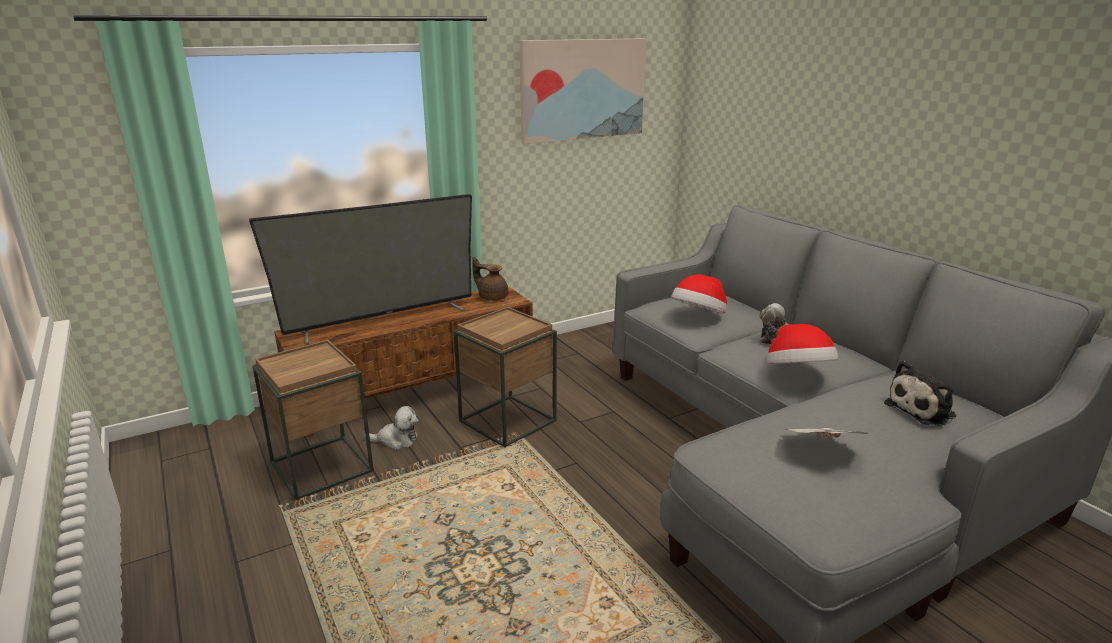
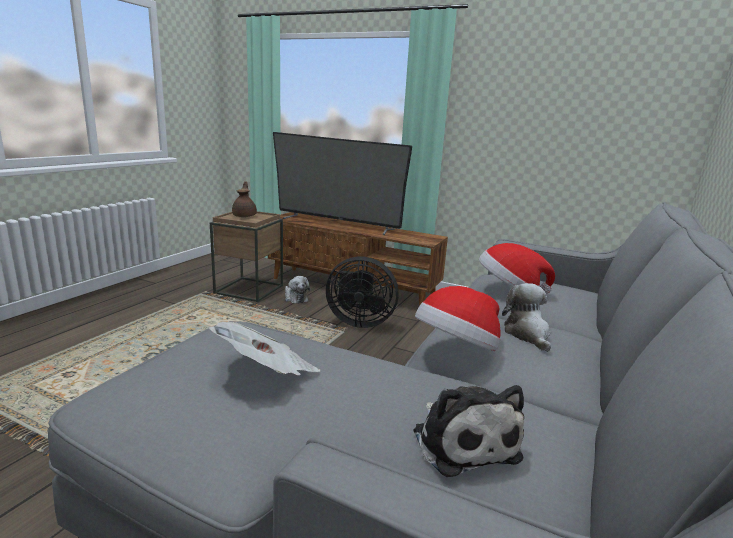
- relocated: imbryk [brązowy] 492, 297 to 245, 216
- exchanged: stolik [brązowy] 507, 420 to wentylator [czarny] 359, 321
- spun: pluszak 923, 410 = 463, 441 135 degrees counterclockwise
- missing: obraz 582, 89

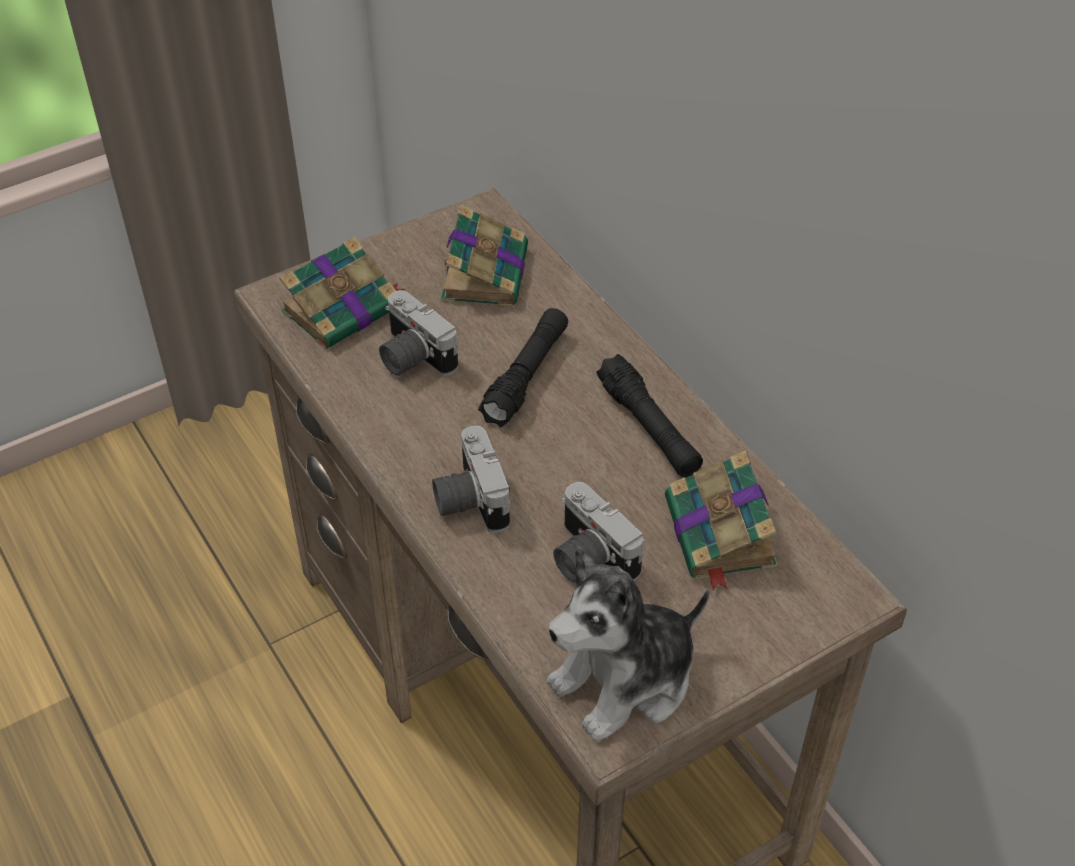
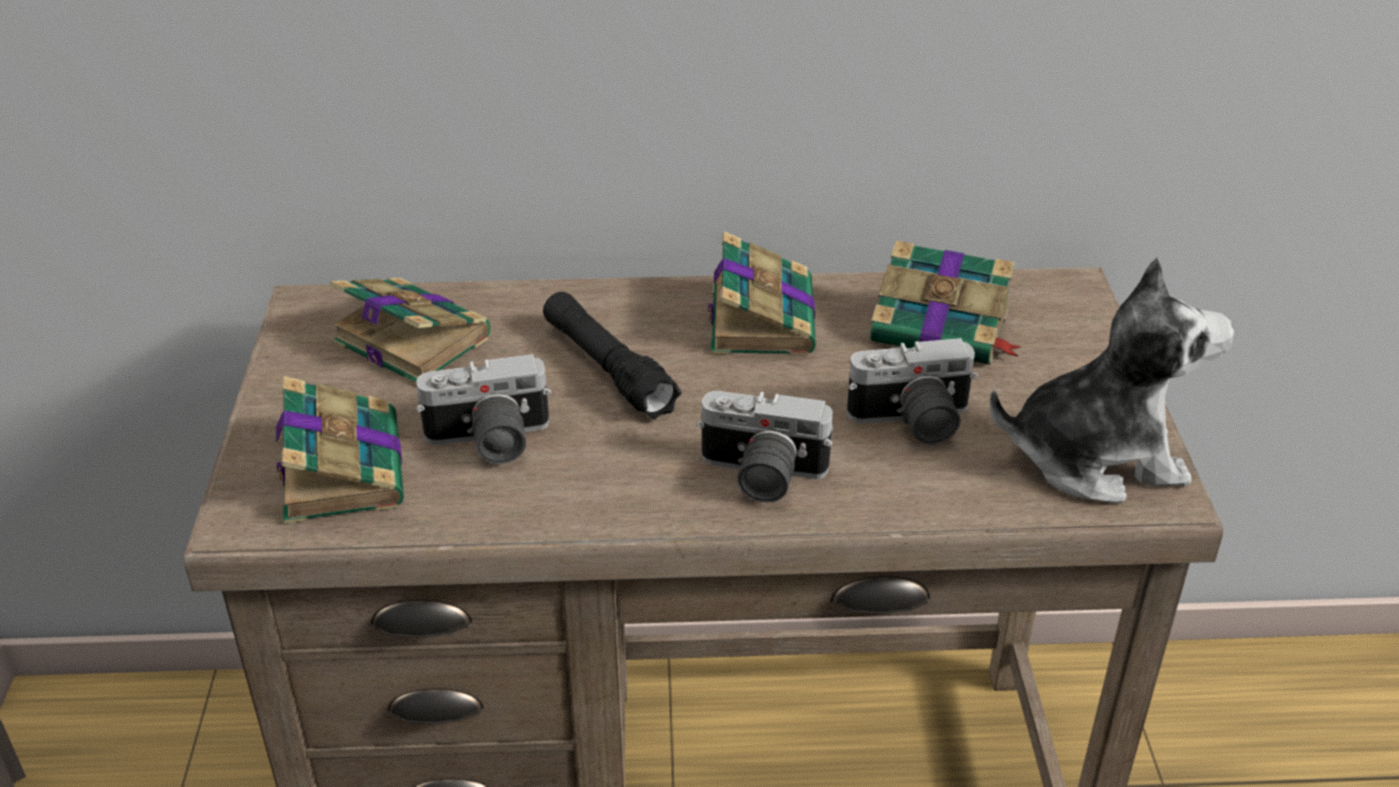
- exchanged: latarka [czarny] 649, 428 to książka 761, 318
- spun: pluszak 625, 680 = 1095, 457 90 degrees counterclockwise

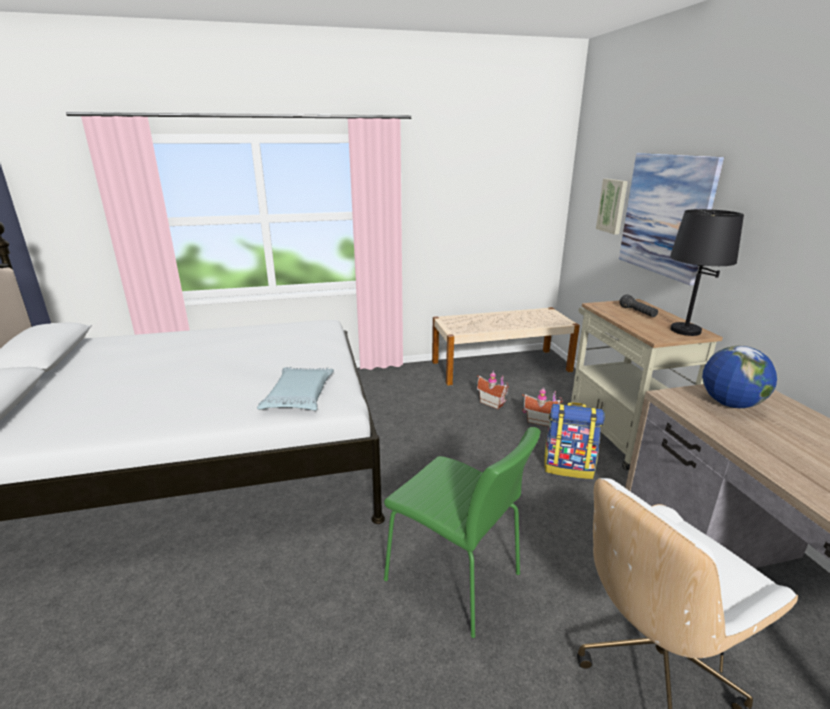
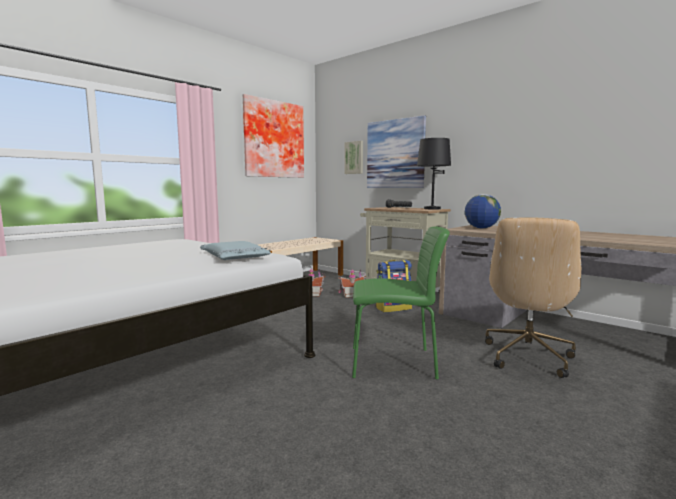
- appeared: obraz 273, 139

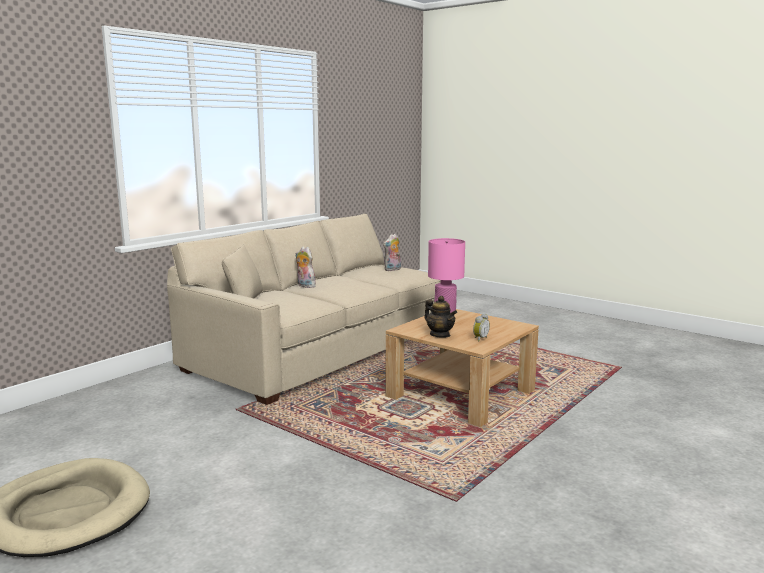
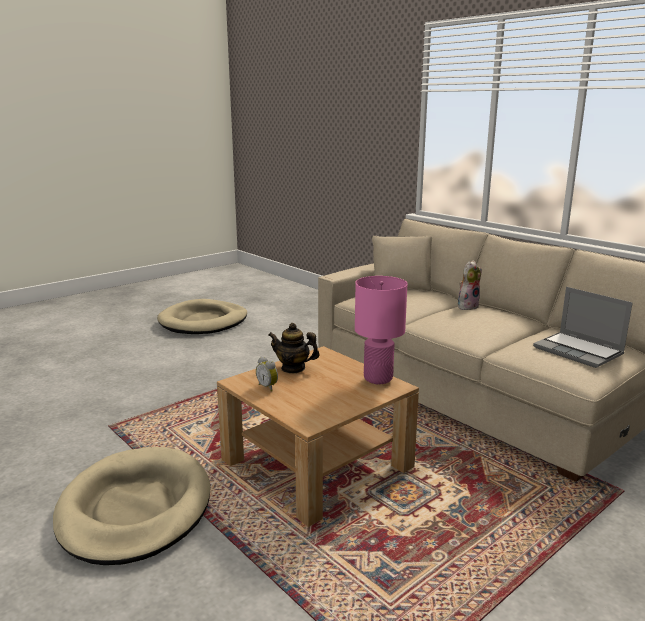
- appeared: legowisko [beżowy] 135, 509
- spun: imbryk 440, 335 = 293, 368 45 degrees clockwise
- exchanged: pluszak 392, 270 to laptop 579, 351

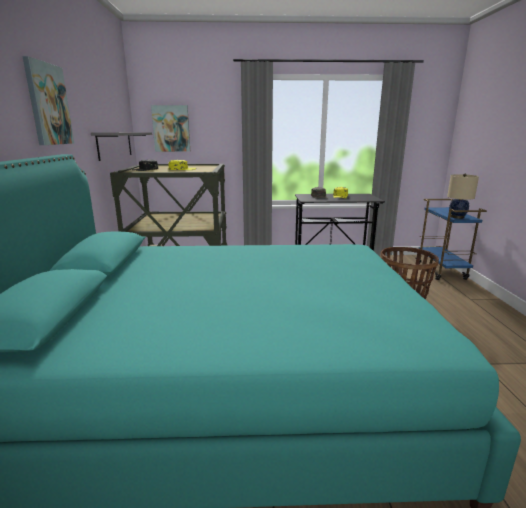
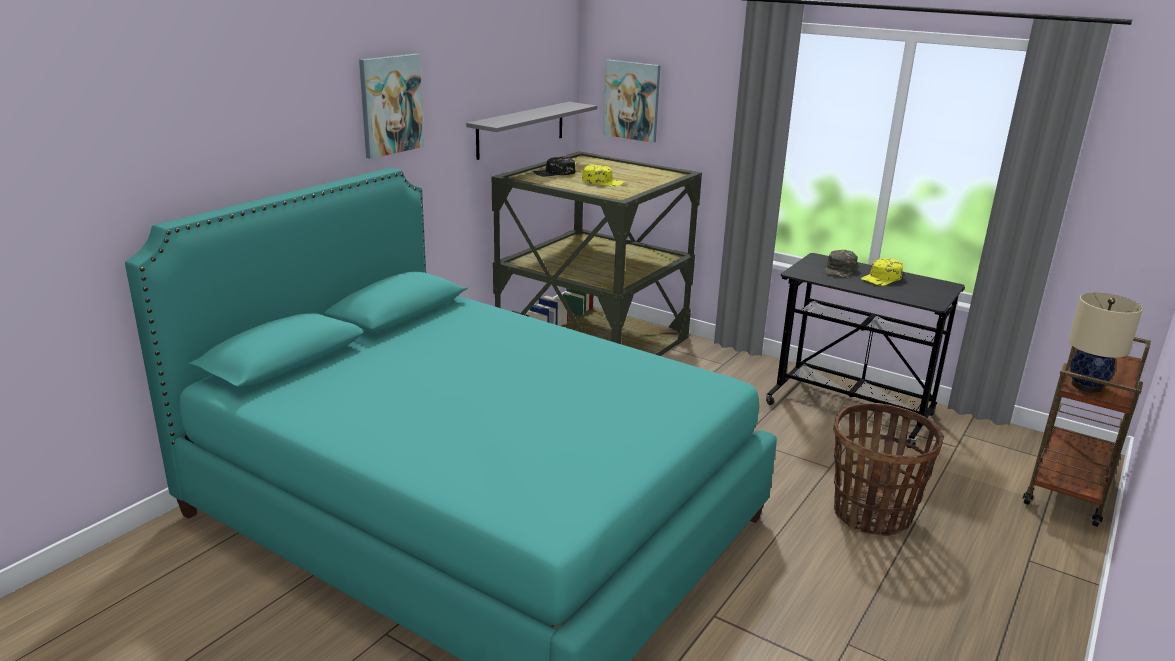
- colour: wózek [niebieski] 441, 272 to wózek [brązowy] 1065, 494

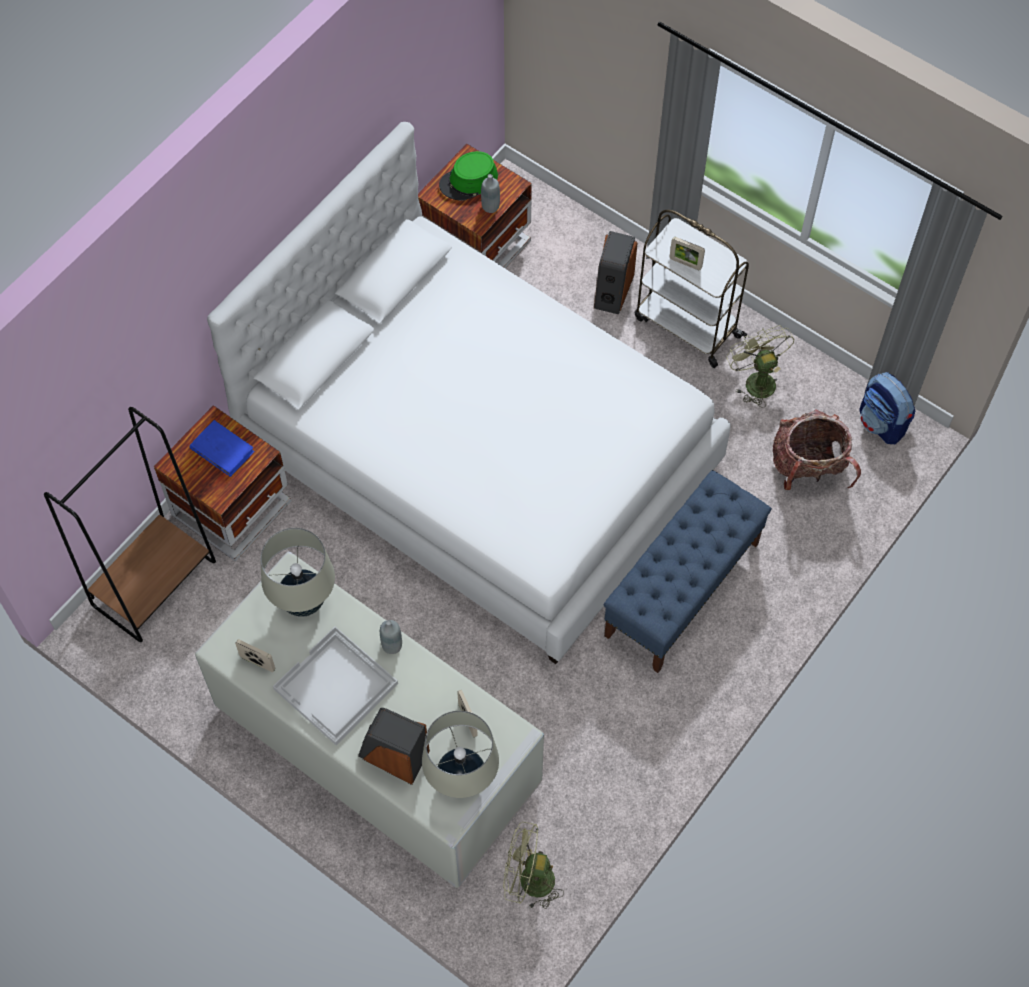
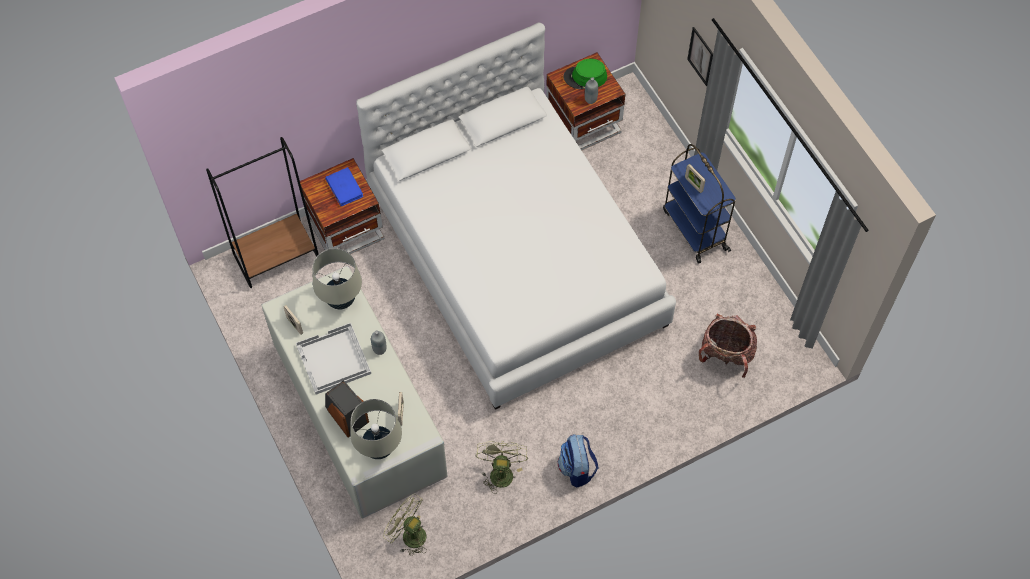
- relocated: wentylator [zielony] 756, 380 to 500, 471
- relocated: plecak 882, 423 to 577, 468
- colour: wózek [biały] 686, 326 to wózek [niebieski] 694, 229
- appeared: obraz 700, 56
- missing: głośnik 612, 290
- missing: ławka [niebieski] 682, 588

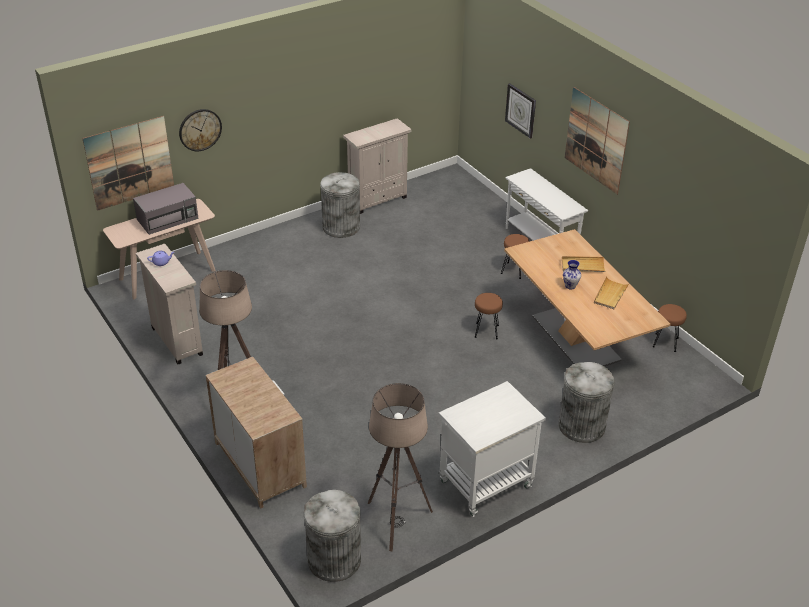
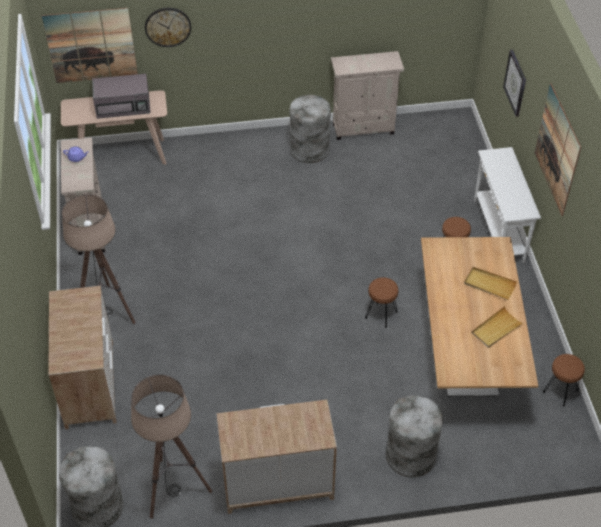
- exchanged: wózek [biały] 485, 484 to komoda 276, 483
- missing: wazon 570, 286

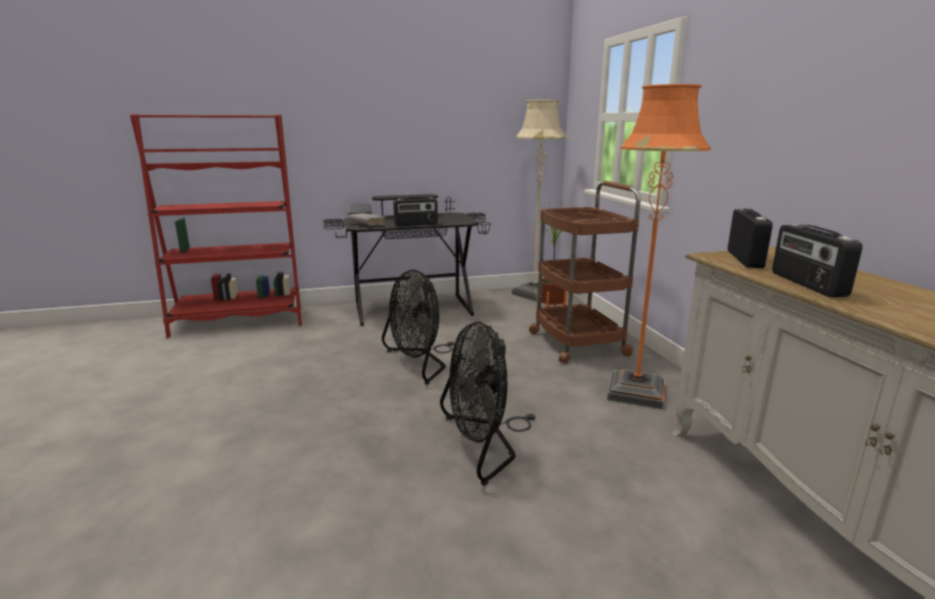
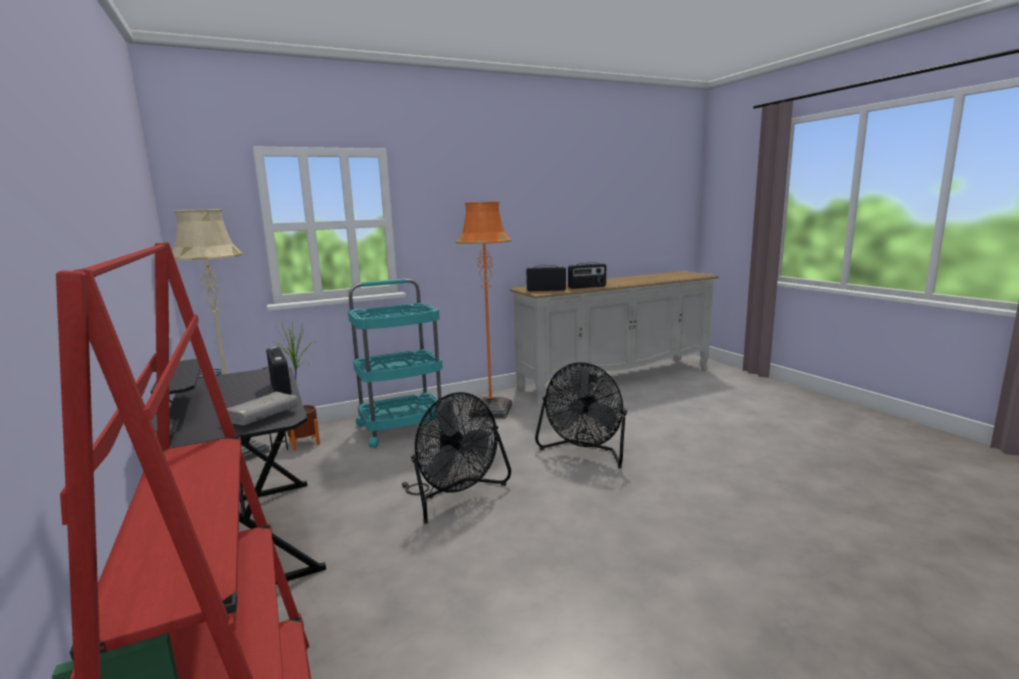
- colour: wózek [brązowy] 577, 343 to wózek [turkusowy] 402, 429
- spun: wentylator [czarny] 485, 441 = 583, 450 60 degrees clockwise

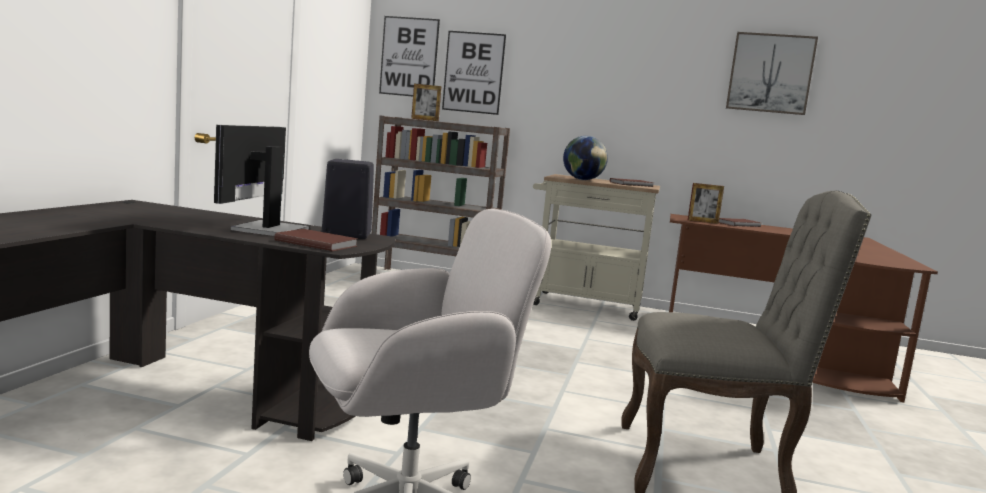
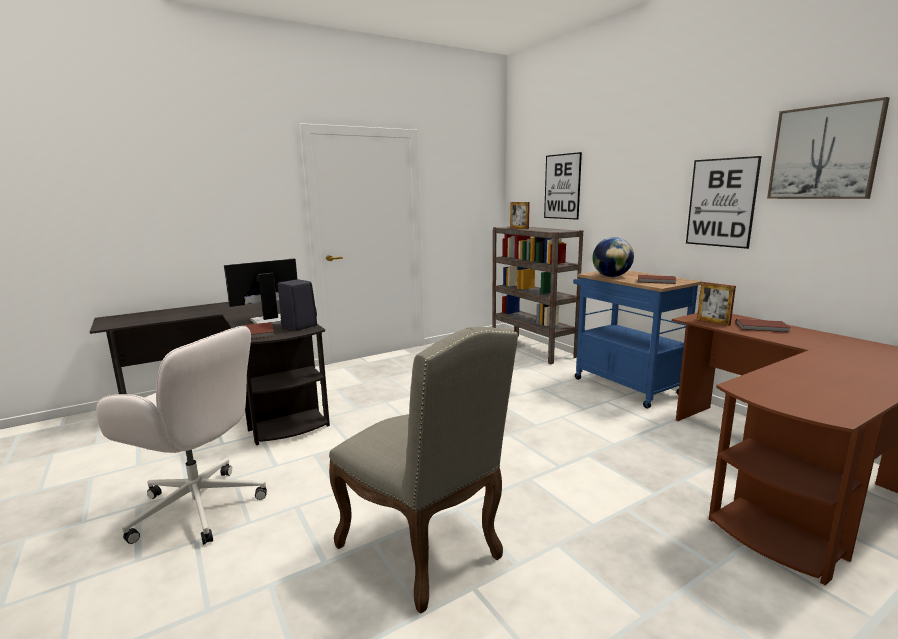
- colour: wózek [beżowy] 583, 305 to wózek [niebieski] 624, 386
- relocated: obraz 409, 57 to 721, 202

